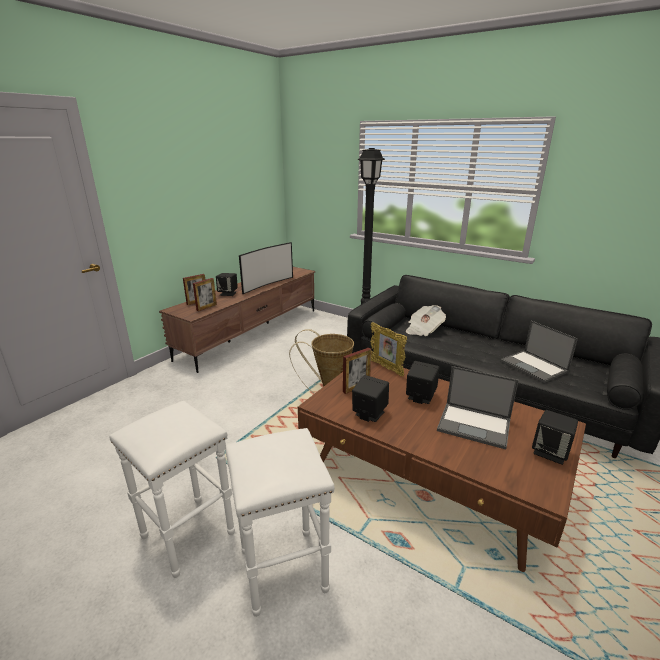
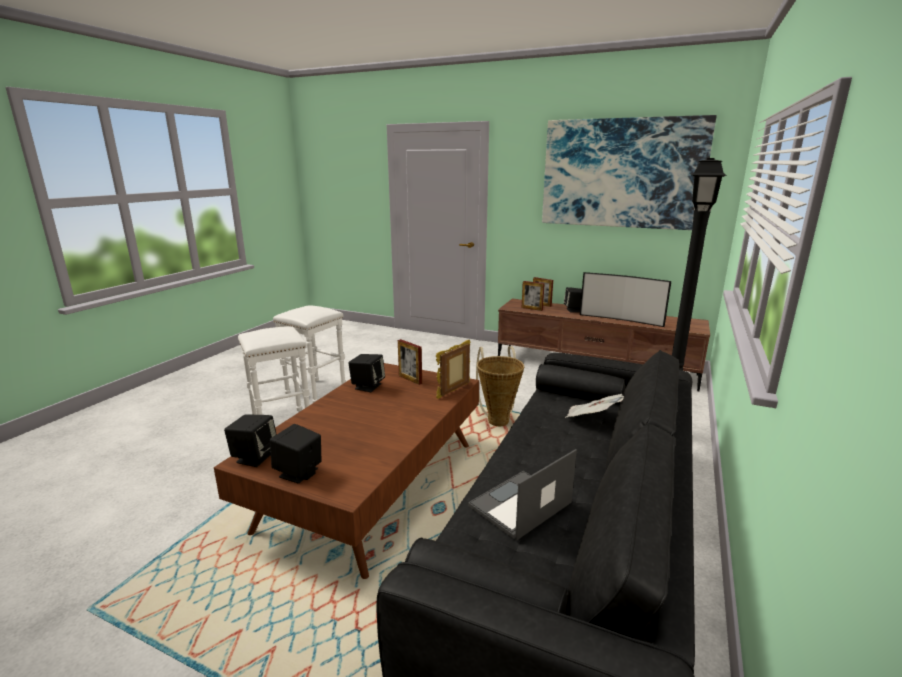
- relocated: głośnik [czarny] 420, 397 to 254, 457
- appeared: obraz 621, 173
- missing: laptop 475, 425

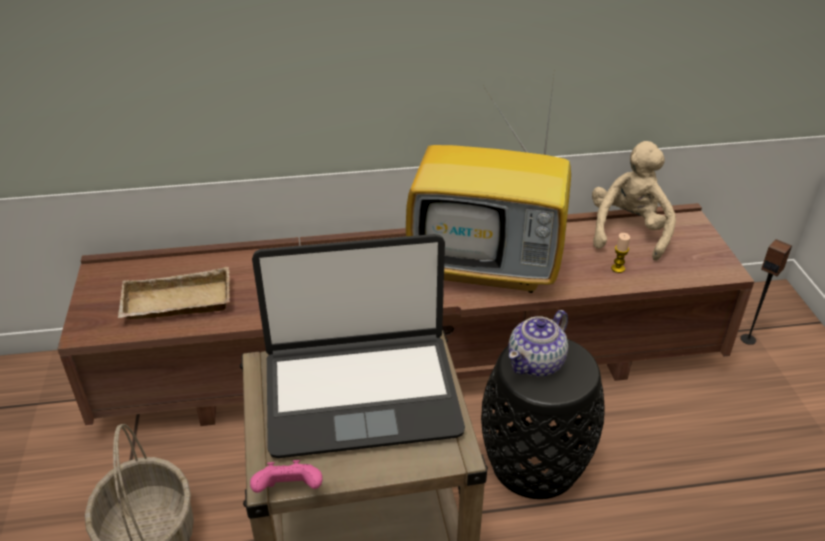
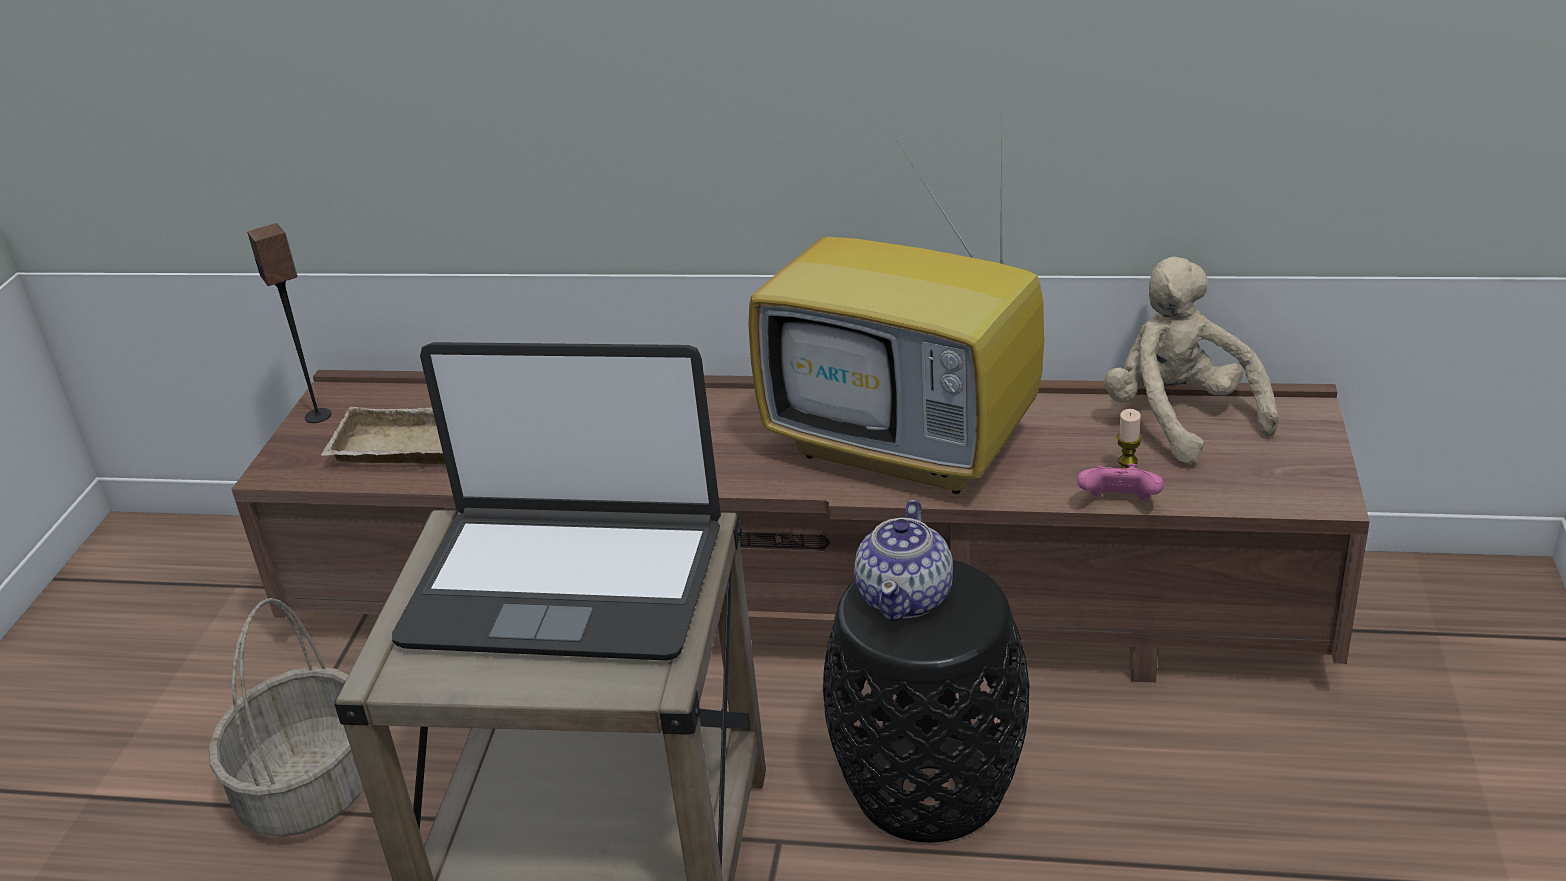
- relocated: głośnik 748, 339 to 318, 416
- spun: imbryk 537, 363 = 906, 597 45 degrees counterclockwise
- relocated: pad do gier [różowy] 289, 491 to 1119, 504
- spun: pluszak [beżowy] 628, 231 = 1179, 418 60 degrees counterclockwise

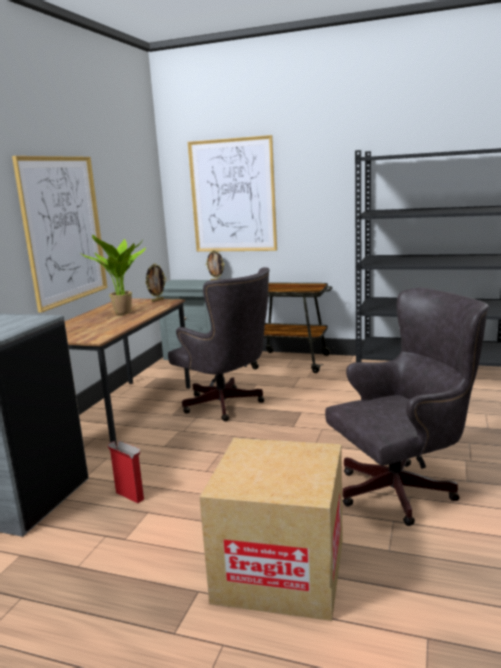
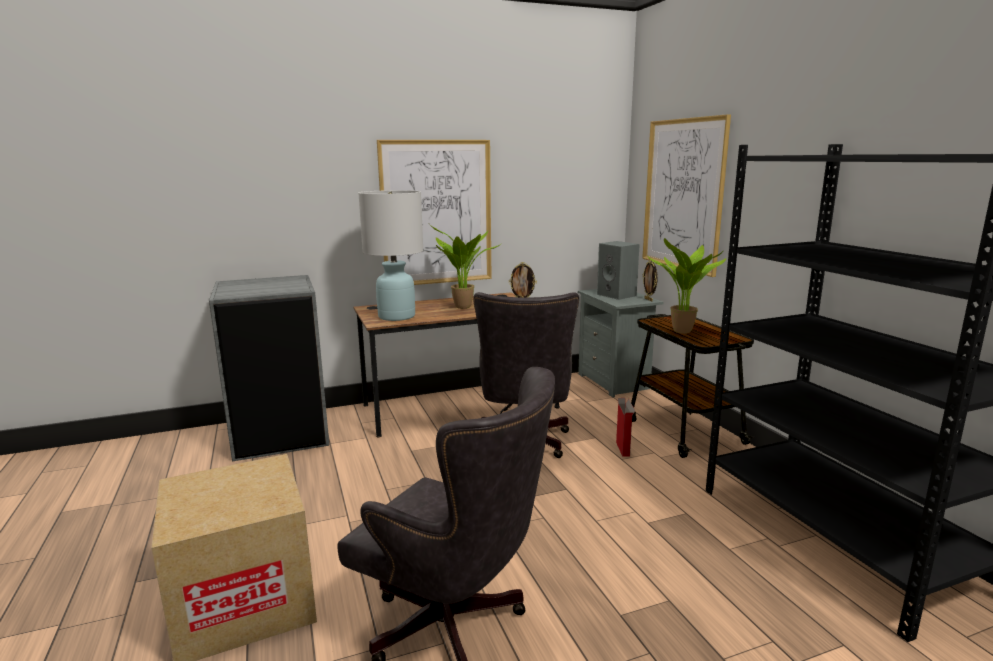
- appeared: lampa stołowa [biały] 397, 316
- appeared: głośnik [szary] 617, 295
- relocated: karton 130, 496 to 623, 449
- appeared: roślina doniczkowa 684, 332

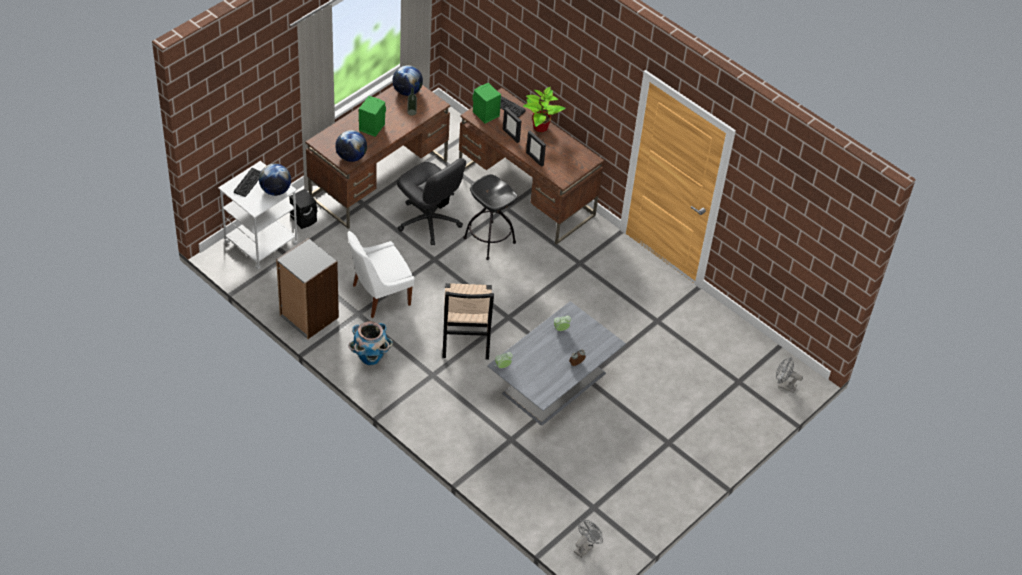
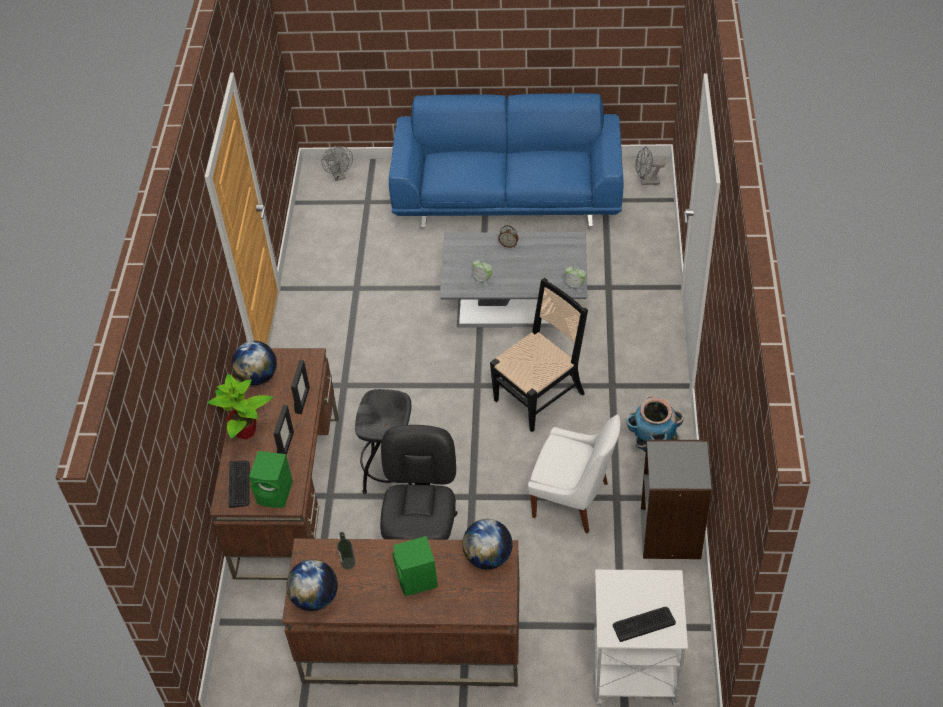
- relocated: globus 275, 190 to 258, 377
- appeared: kanapa [niebieski] 508, 195
- missing: głośnik [czarny] 304, 219

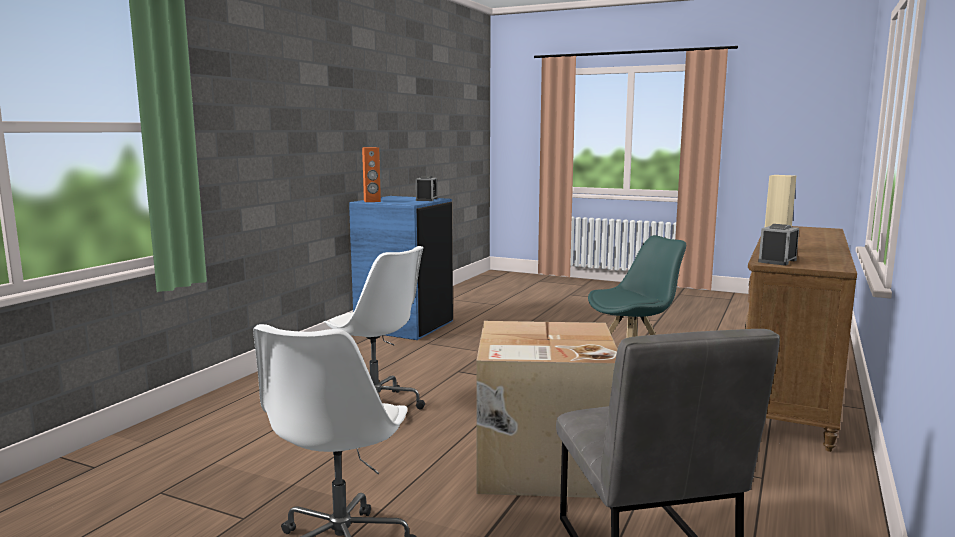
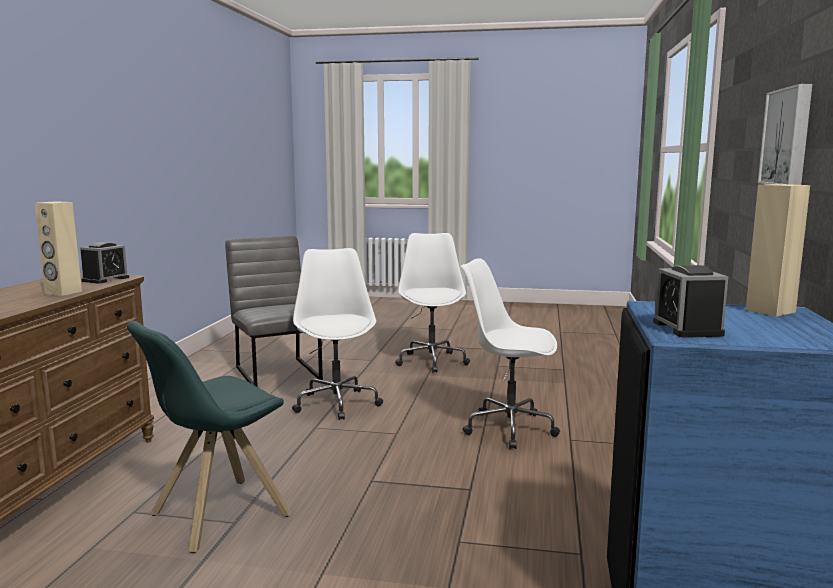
- exchanged: karton 542, 463 to krzesło biurowe [biały] 336, 403
- colour: głośnik [pomarańczowy] 372, 201 to głośnik [beżowy] 769, 311
- appeared: obraz 789, 137

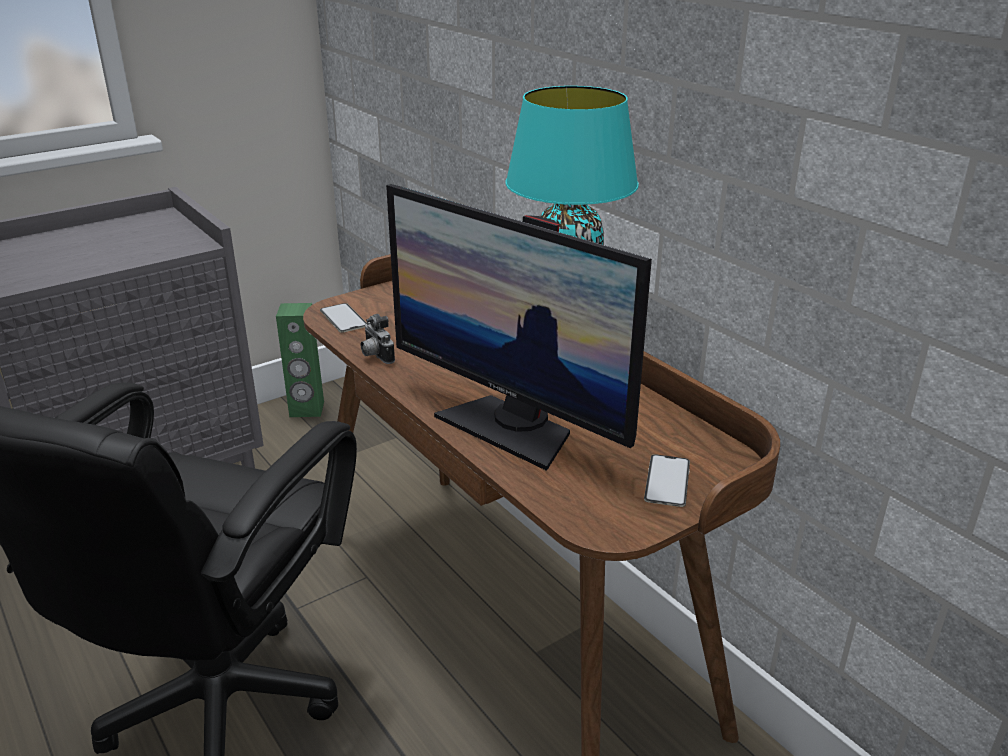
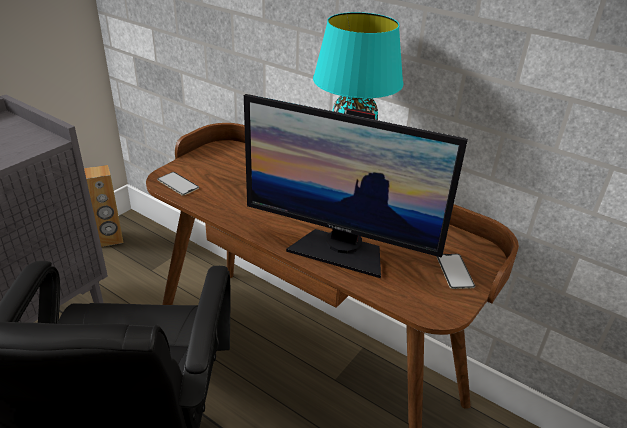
- colour: głośnik [zielony] 306, 409 to głośnik [brązowy] 111, 239
- missing: aparat fotograficzny 375, 356

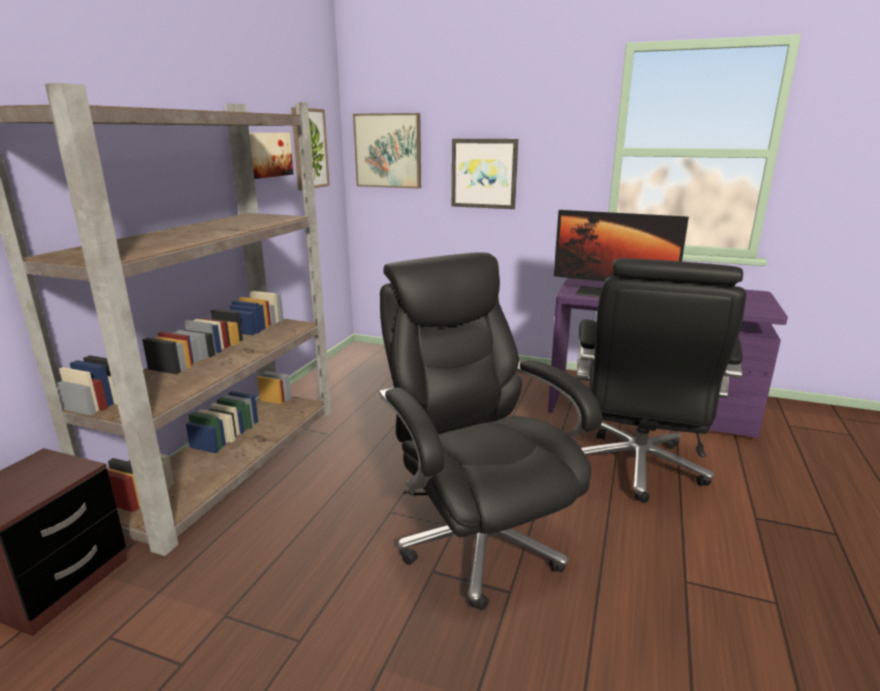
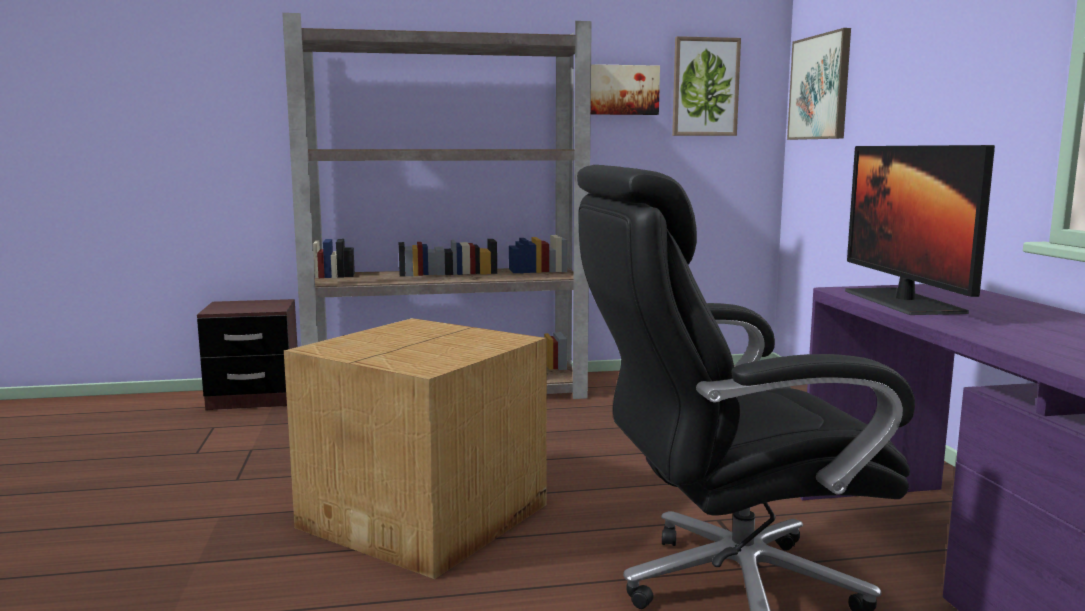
- exchanged: krzesło biurowe [czarny] 477, 542 to karton 428, 515
- missing: obraz 484, 173

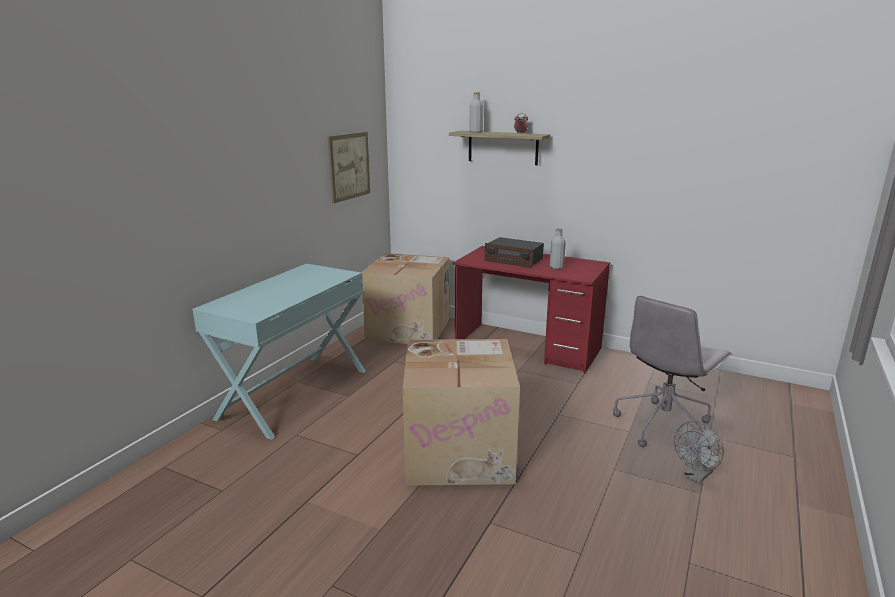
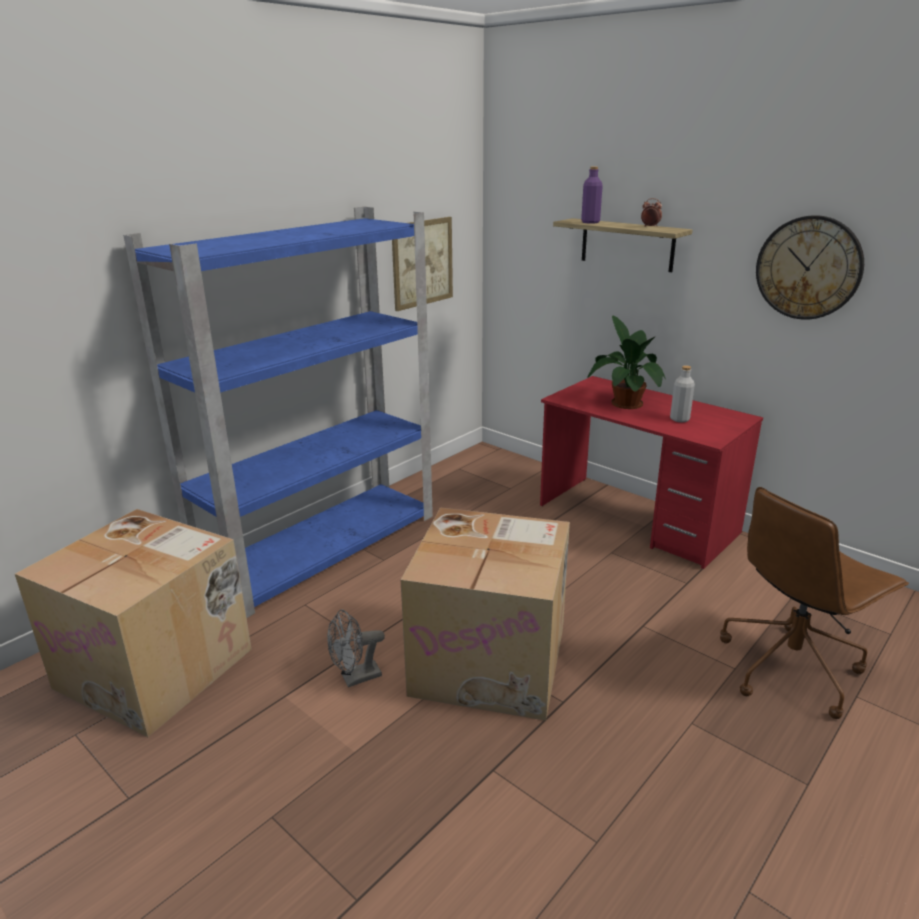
- relocated: karton 409, 329 to 158, 667
- exchanged: biurko [turkusowy] 294, 393 to regał [niebieski] 322, 548
- relocated: wentylator [szary] 695, 477 to 355, 678
- colour: butelka [szary] 476, 132 to butelka [fioletowy] 590, 222
- exchanged: radio 514, 260 to roślina doniczkowa 625, 402
- colour: krzesło biurowe [szary] 665, 425 to krzesło biurowe [brązowy] 793, 667
- appeared: zegar ścienny 808, 268

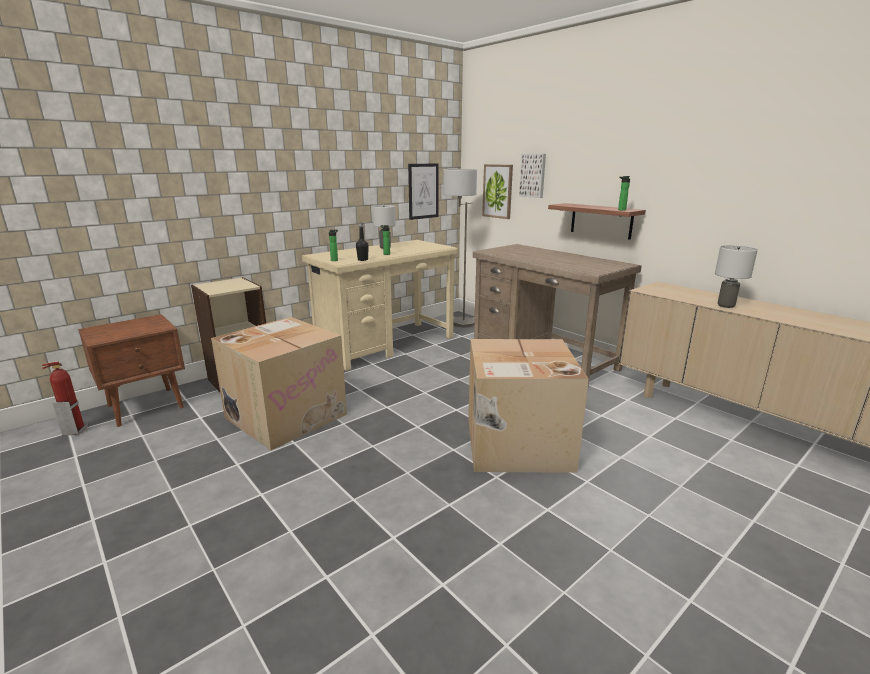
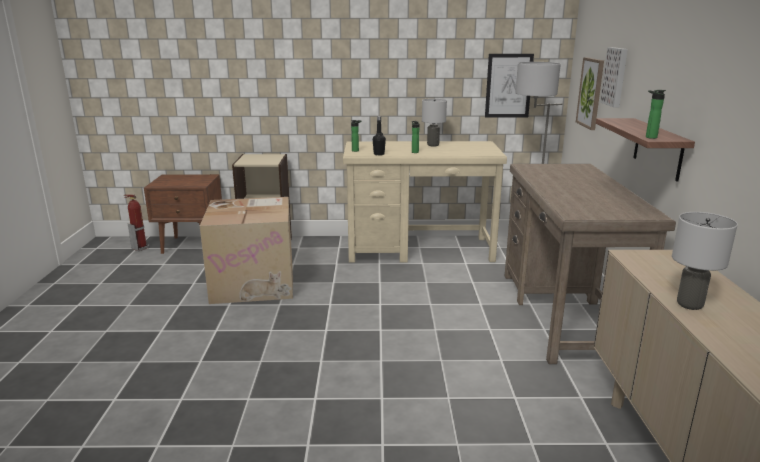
- missing: karton 516, 444

